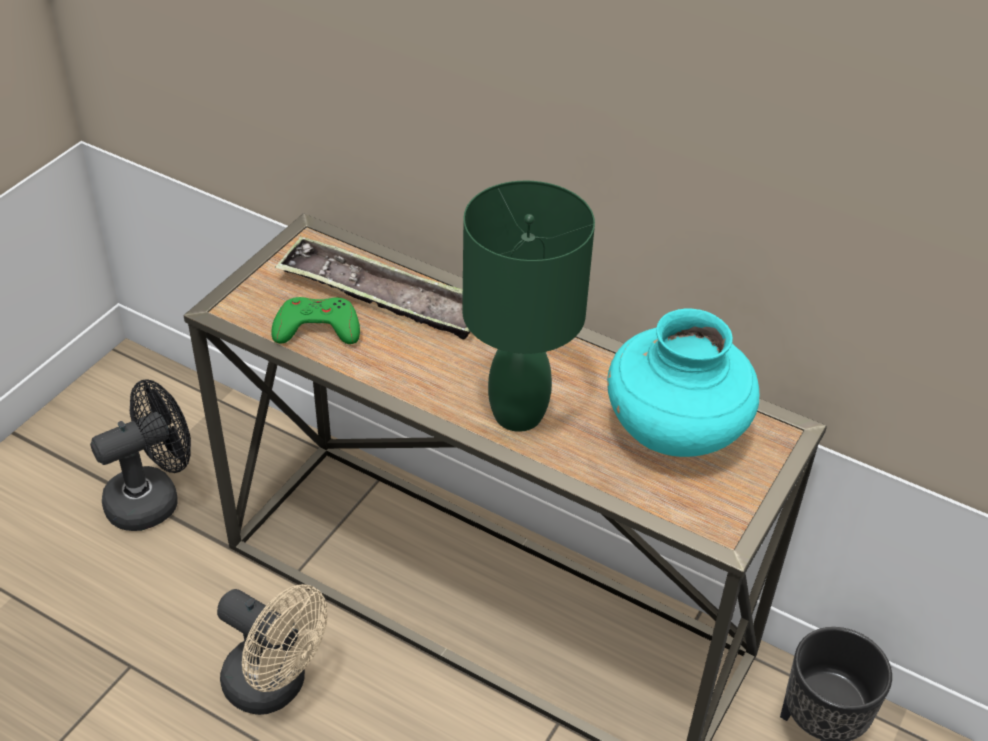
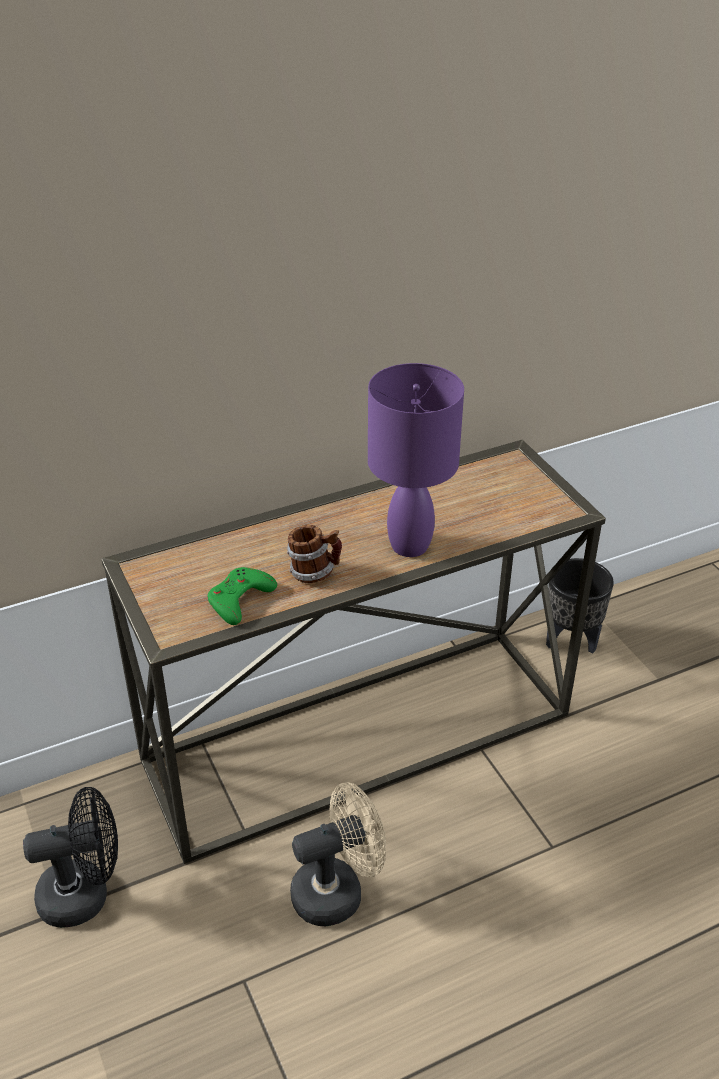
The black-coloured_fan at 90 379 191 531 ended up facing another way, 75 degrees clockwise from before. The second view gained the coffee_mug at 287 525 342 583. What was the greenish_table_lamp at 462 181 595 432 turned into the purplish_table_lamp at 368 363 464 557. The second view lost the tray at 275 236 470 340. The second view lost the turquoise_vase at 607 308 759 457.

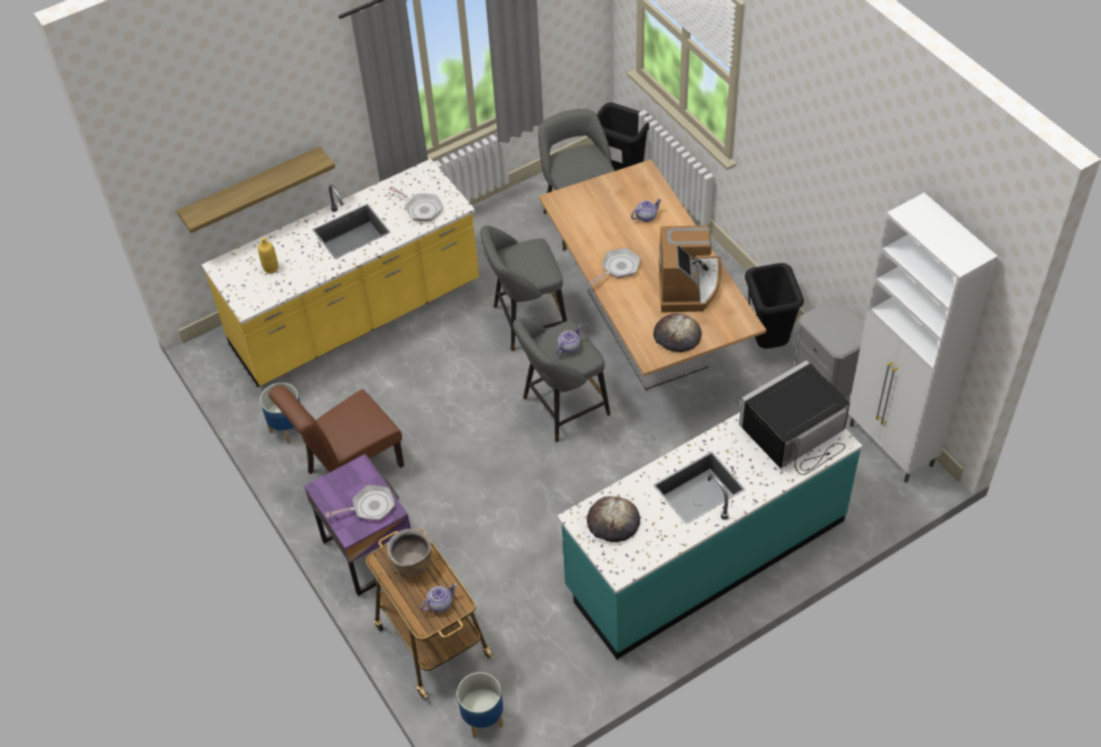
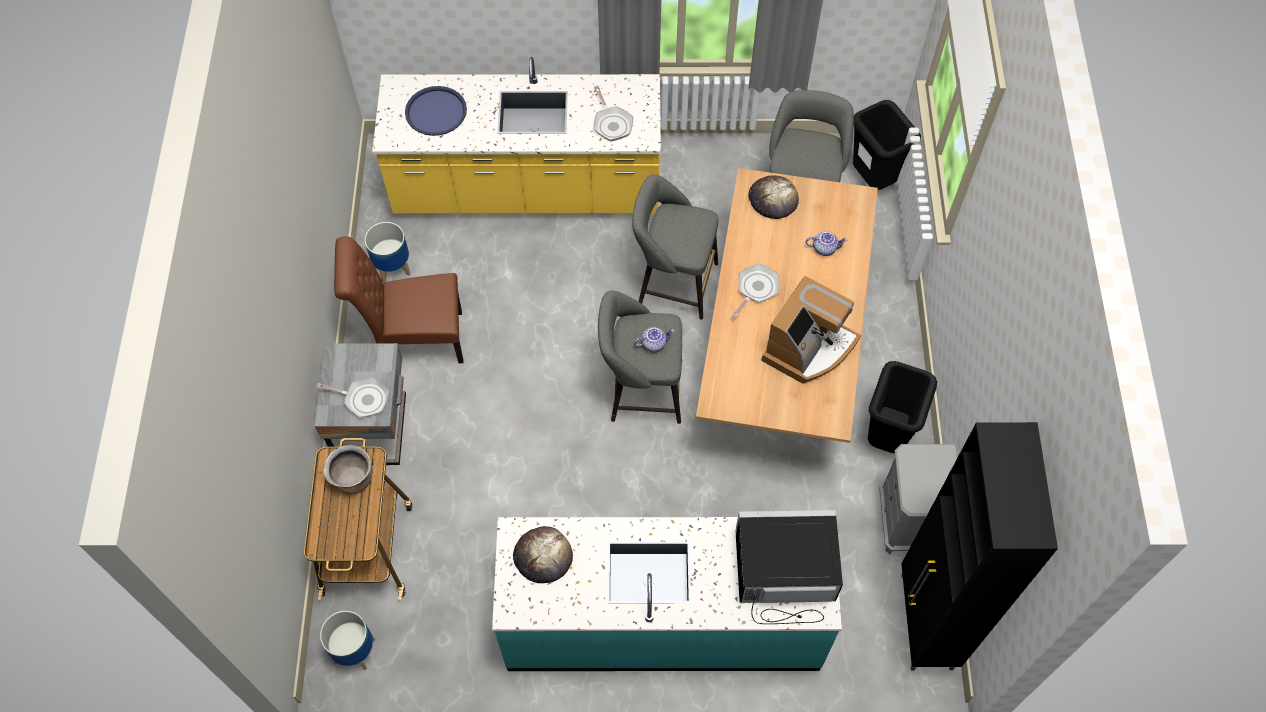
What was the purplish_night_table at 304 454 411 596 turned into the greyish_night_table at 315 343 406 465. Where the yellow_drink_bottle stood at 258 237 278 274, the bluish_tray came to stand at 405 86 467 136. The pan at 589 248 640 286 ended up facing another way, 45 degrees counterclockwise from before. The bakery_bread ended up elsewhere, having gone from 653 313 702 352 to 748 175 799 219. What was the white_cabinet at 848 193 998 483 turned into the black-coloured_cabinet at 901 422 1058 670. The second view lost the shelf at 177 146 335 233. The second view lost the pot_for_tea at 420 583 457 612.

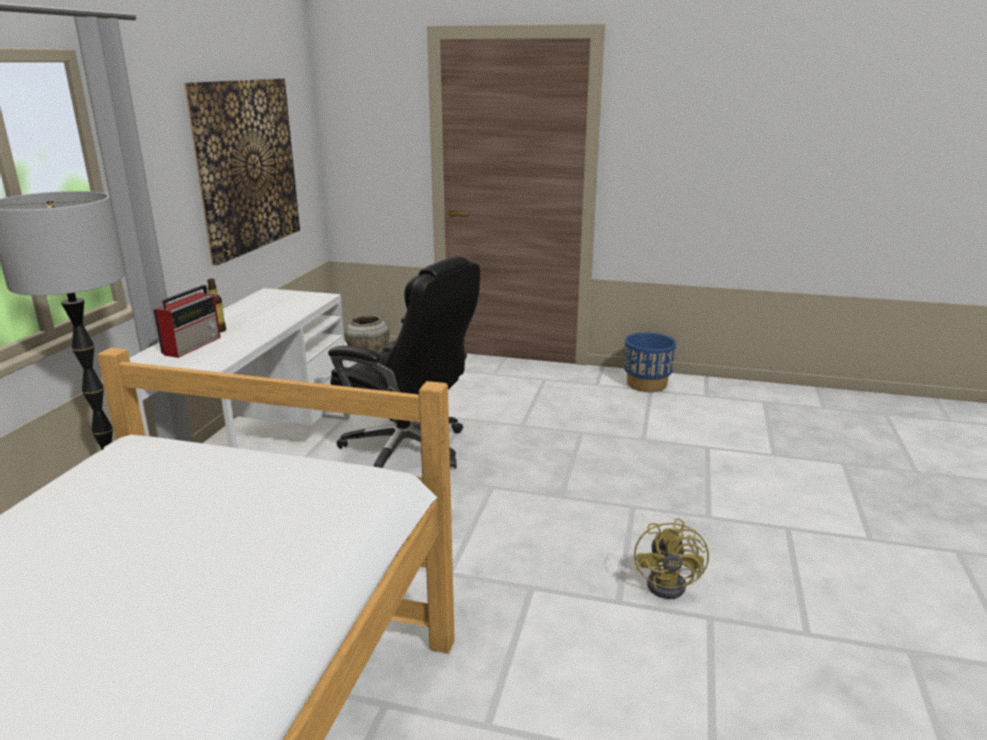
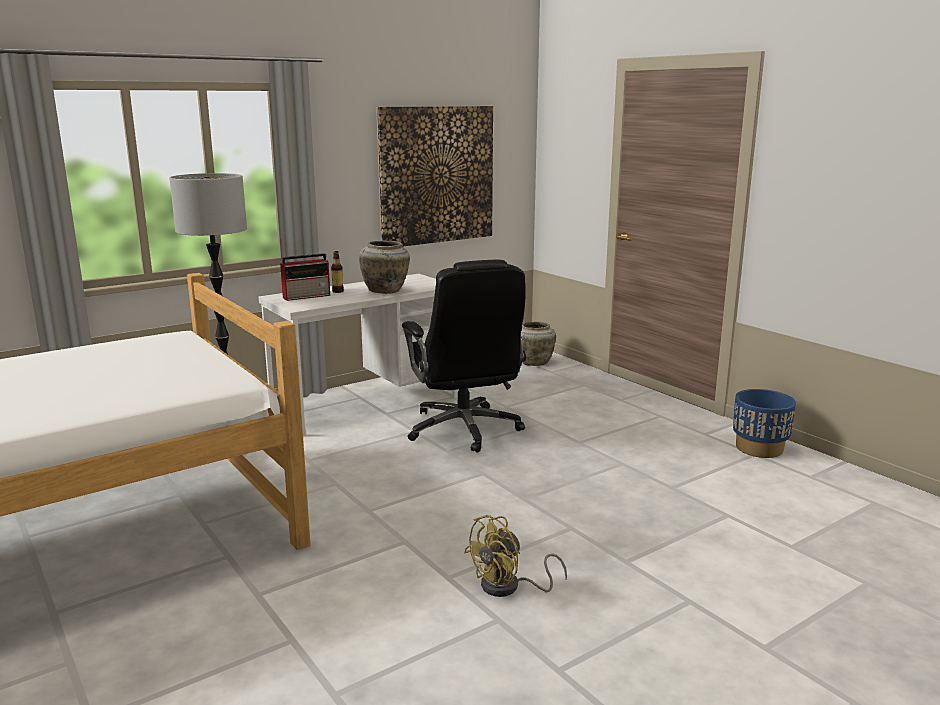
The second view gained the sand-coloured_vase at 359 241 410 294.

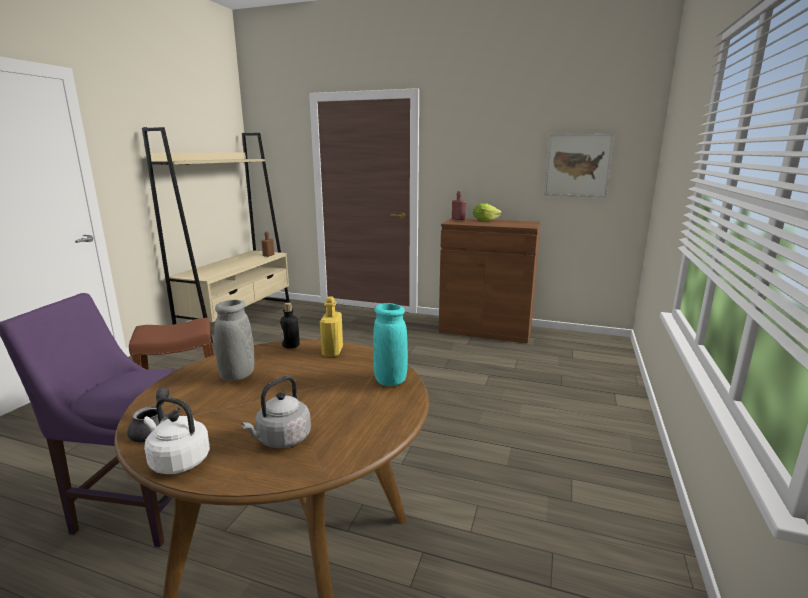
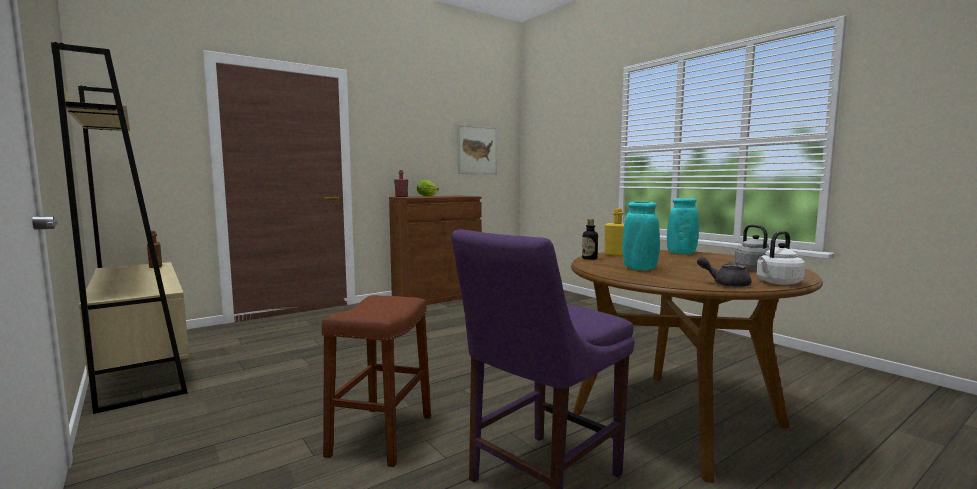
What was the greyish_vase at 214 300 254 381 turned into the turquoise_vase at 622 202 660 270.

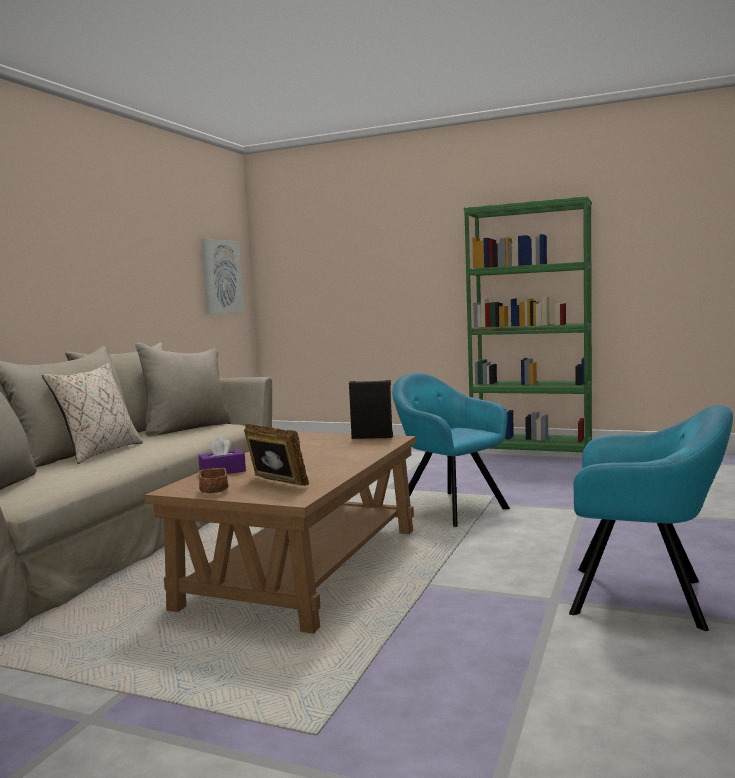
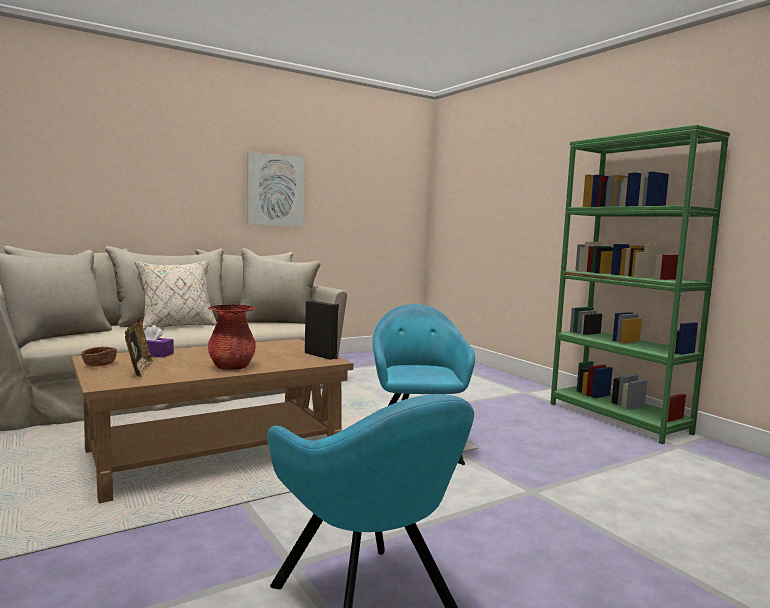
The second view gained the red-coloured_vase at 208 305 256 370. The picture ended up elsewhere, having gone from 201 238 244 314 to 247 152 304 226.

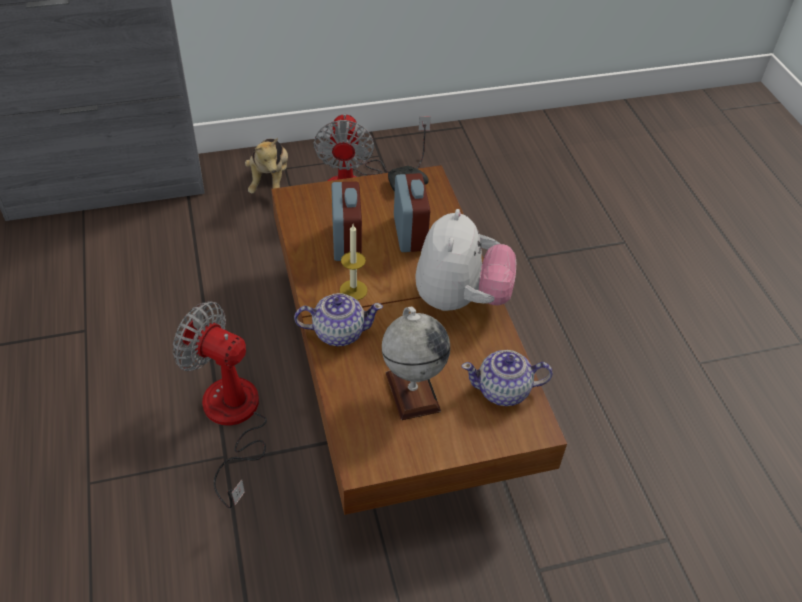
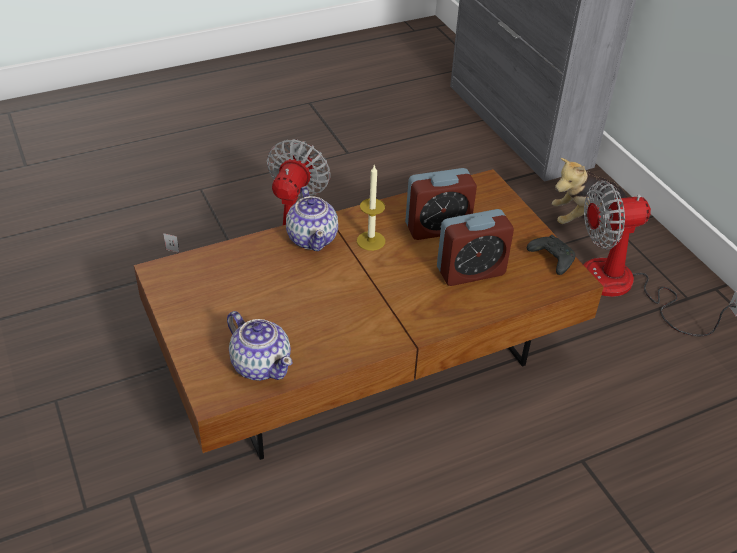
The pot_for_tea at 462 350 553 406 ended up facing another way, 150 degrees clockwise from before. The second view lost the globe at 382 307 450 420. The second view lost the plush_toy at 415 209 516 311.

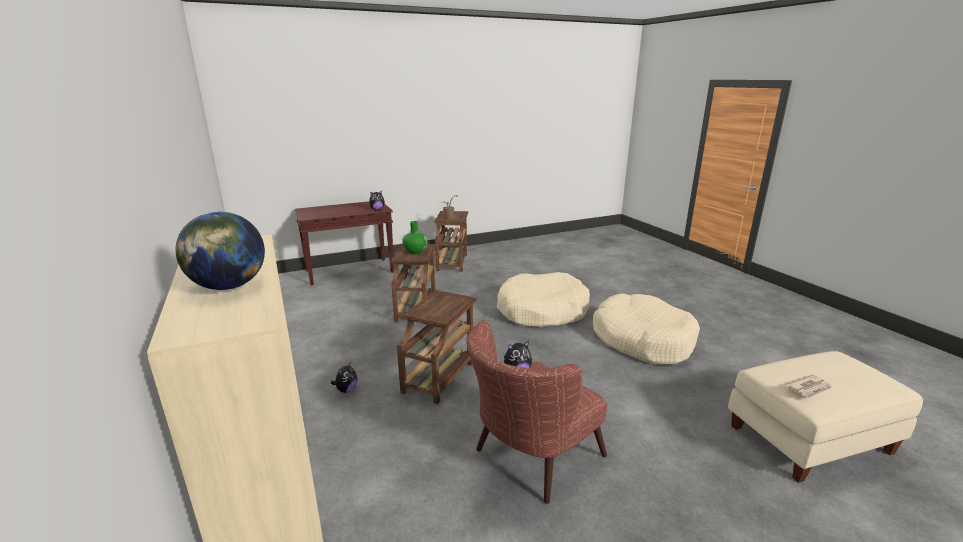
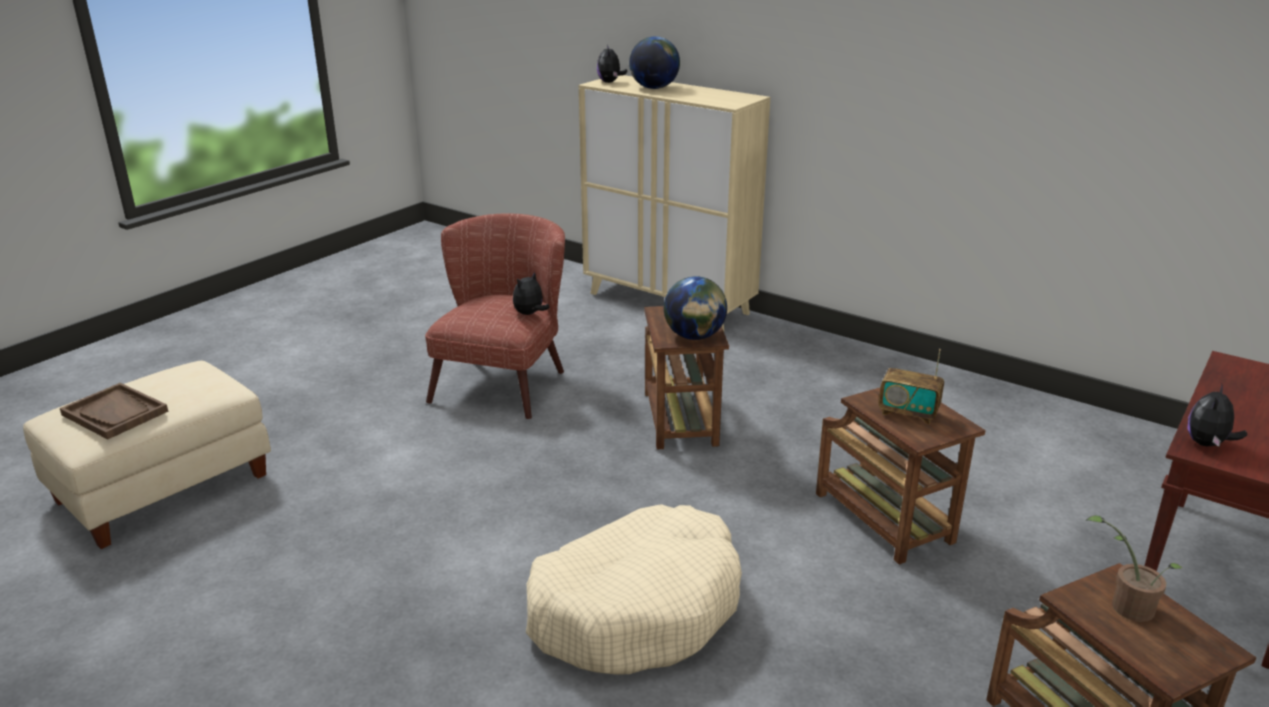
The second view gained the brown_tray at 60 383 168 439. The plush_toy ended up elsewhere, having gone from 331 362 357 393 to 597 45 627 83. The second view gained the globe at 664 276 727 340. Where the greenish_vase stood at 402 221 428 254, the radio_set came to stand at 879 349 944 424. The second view lost the sand-coloured_dog_bed at 593 293 700 365. The second view lost the printed_paper at 785 375 832 398.

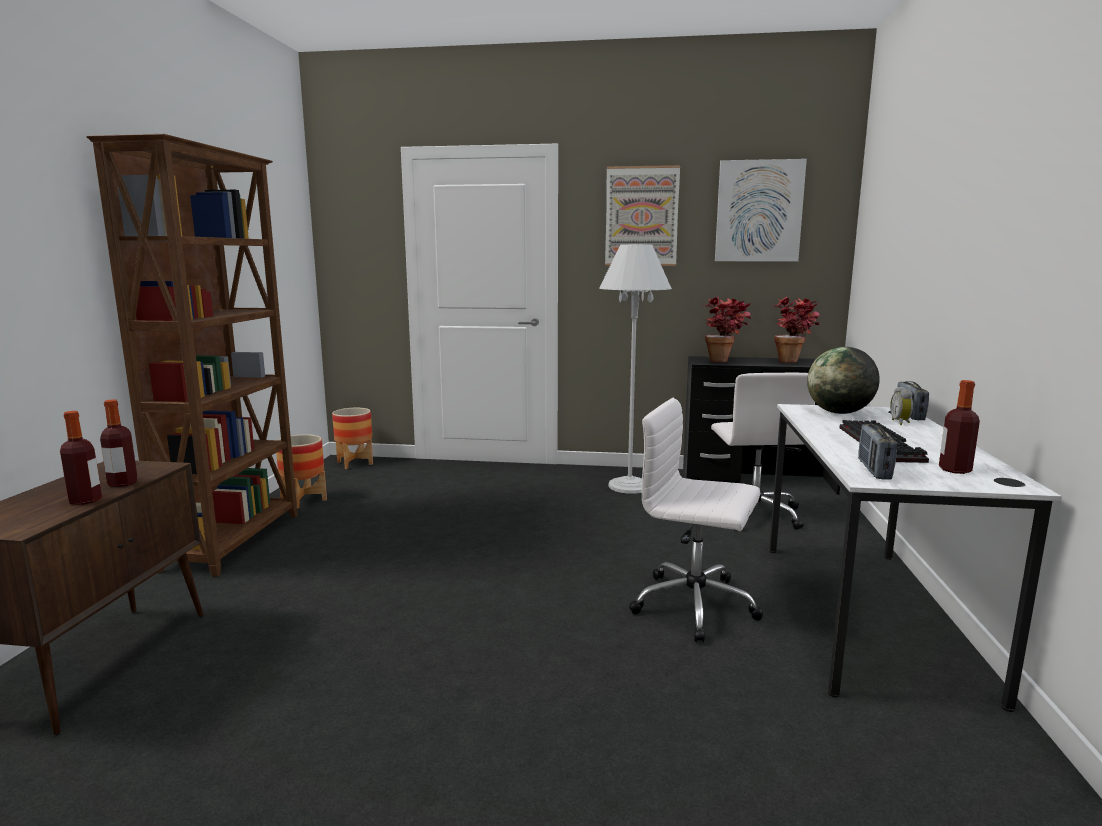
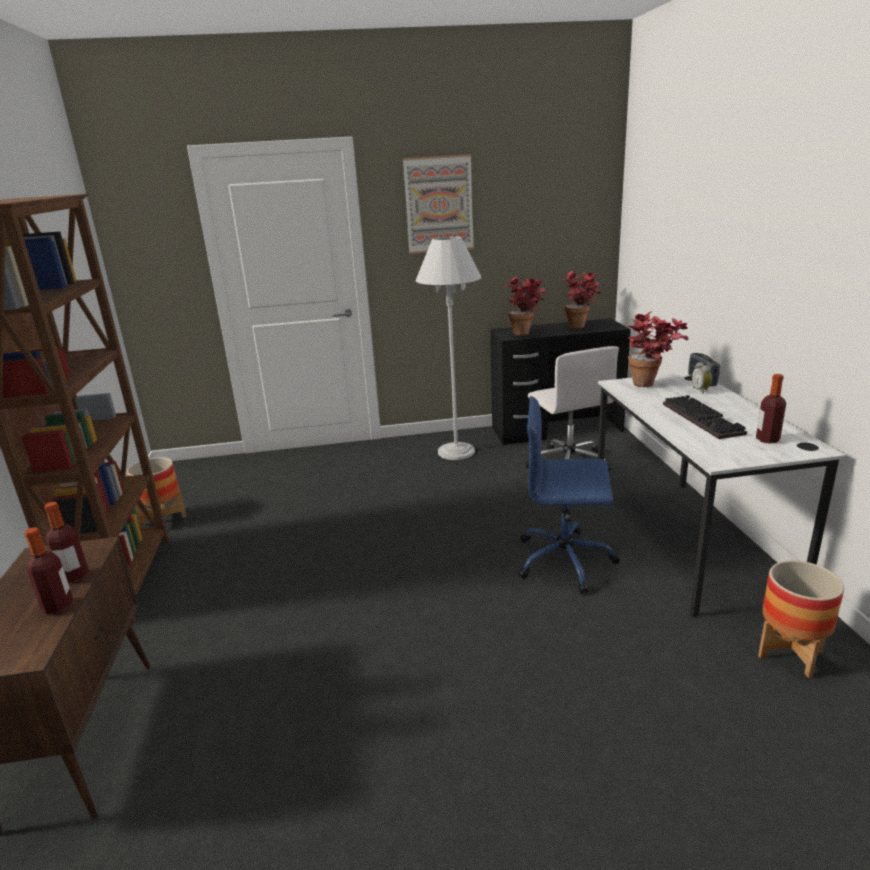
What was the white_computer_chair at 629 398 764 642 turned into the bluish_computer_chair at 518 396 620 594. Where the globe stood at 807 347 880 414, the potted_plant came to stand at 628 311 689 387. The plant_pot ended up elsewhere, having gone from 332 408 373 469 to 758 560 844 678. The second view lost the picture at 715 159 807 261. The second view lost the radio_set at 858 424 897 480.

